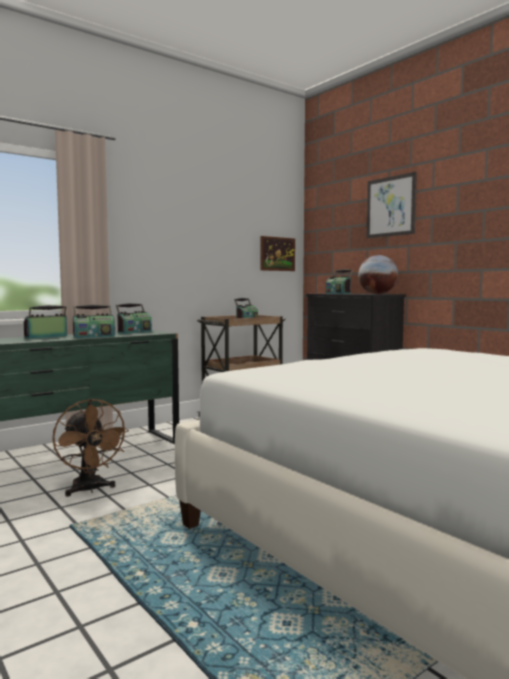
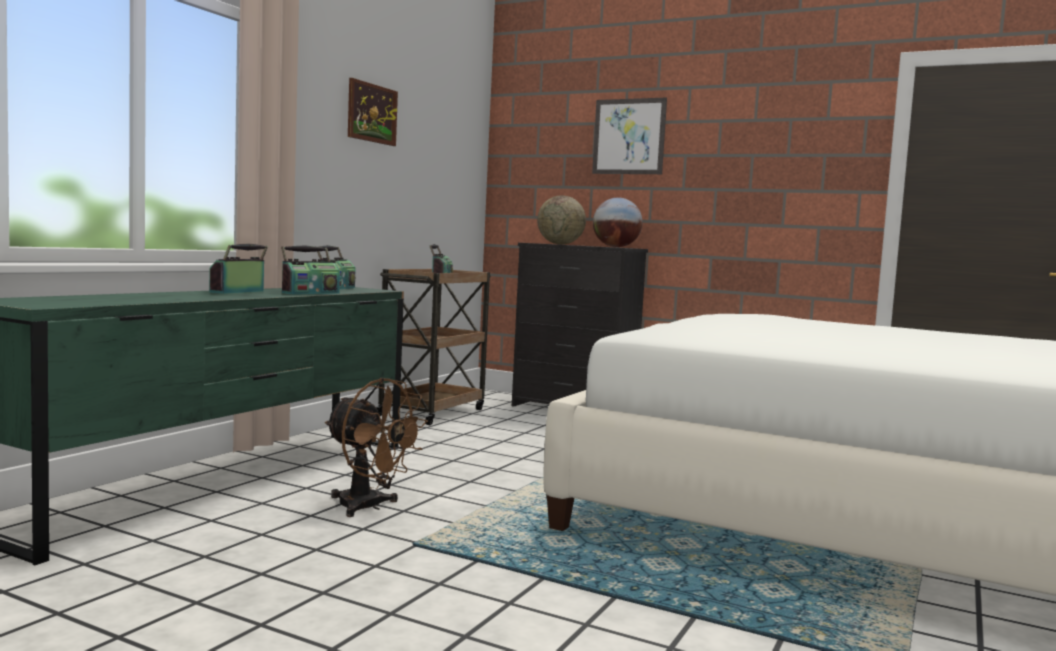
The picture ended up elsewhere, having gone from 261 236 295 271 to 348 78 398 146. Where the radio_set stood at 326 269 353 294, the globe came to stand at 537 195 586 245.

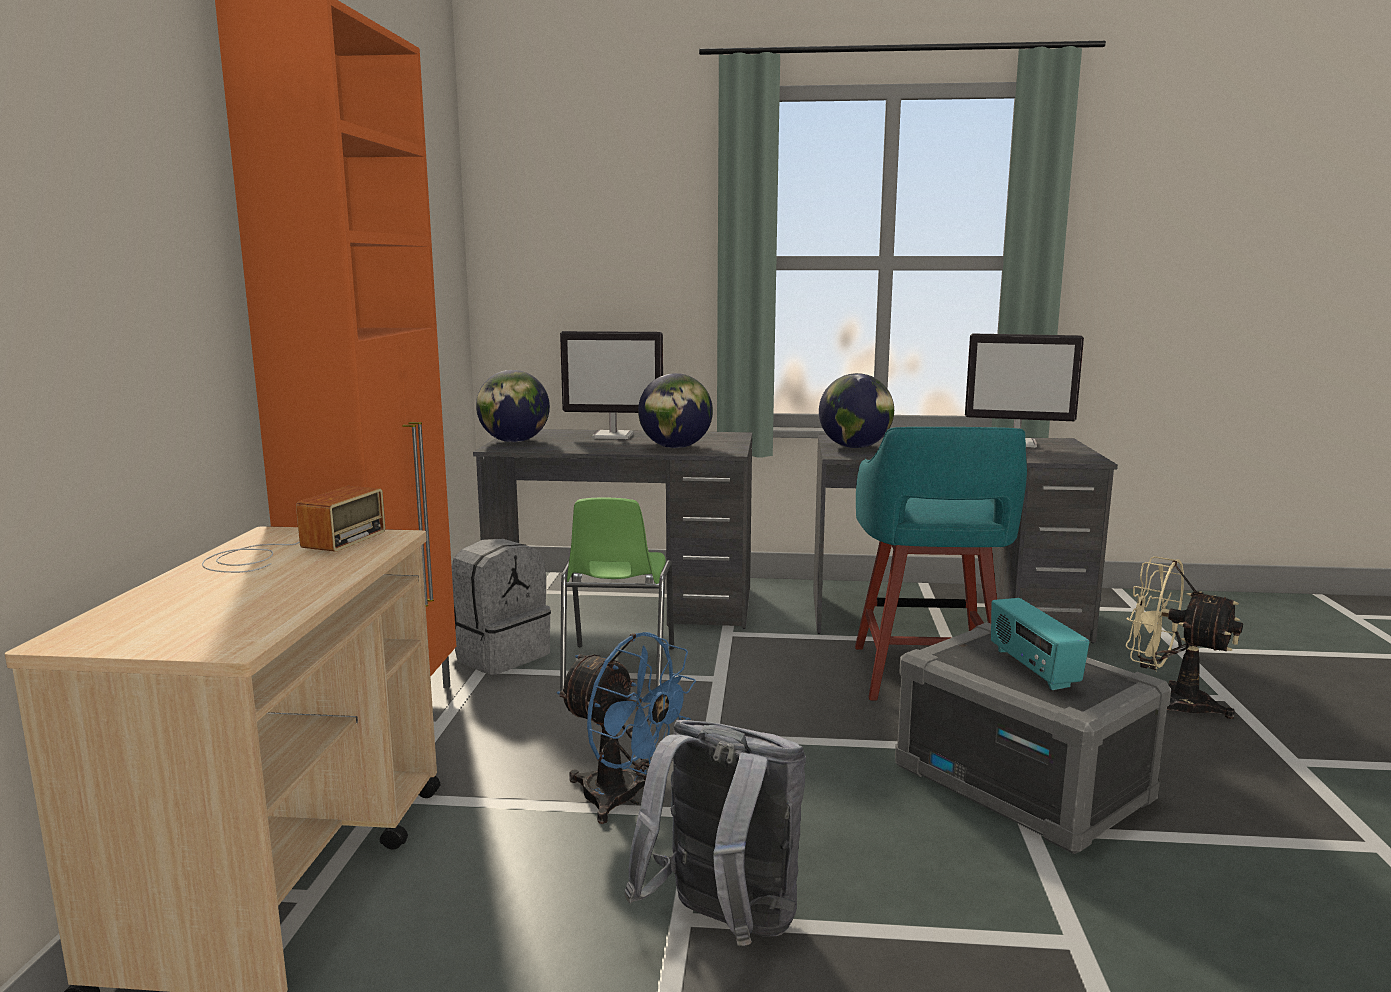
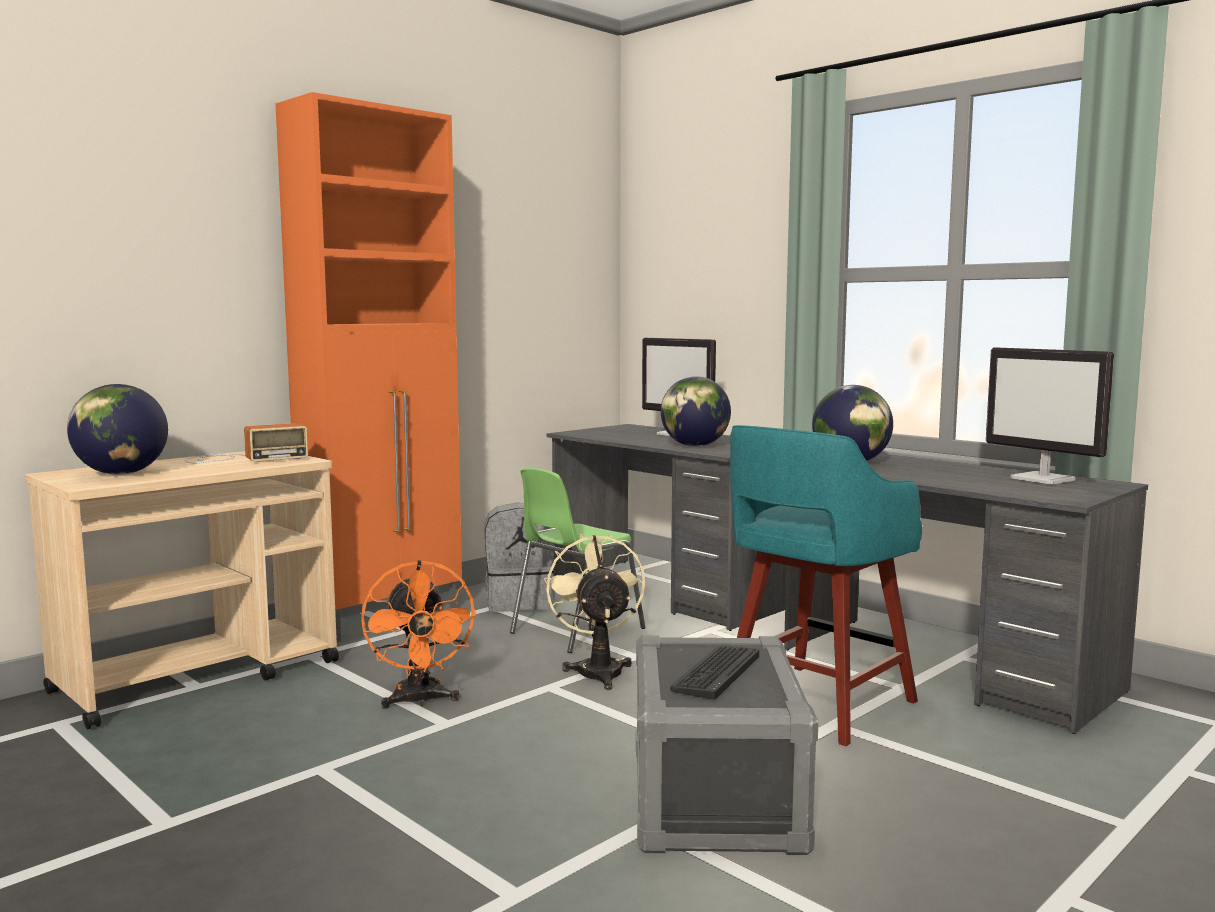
The globe ended up elsewhere, having gone from 476 370 550 442 to 67 384 168 475. What was the bluish_fan at 557 632 696 824 turned into the orangey_fan at 361 560 477 709. The sand-coloured_fan ended up elsewhere, having gone from 1126 556 1243 719 to 544 534 645 690. Where the radio_set stood at 991 598 1089 690, the computer_keyboard came to stand at 670 646 759 700. The second view lost the greyish_rucksack at 624 720 806 946.

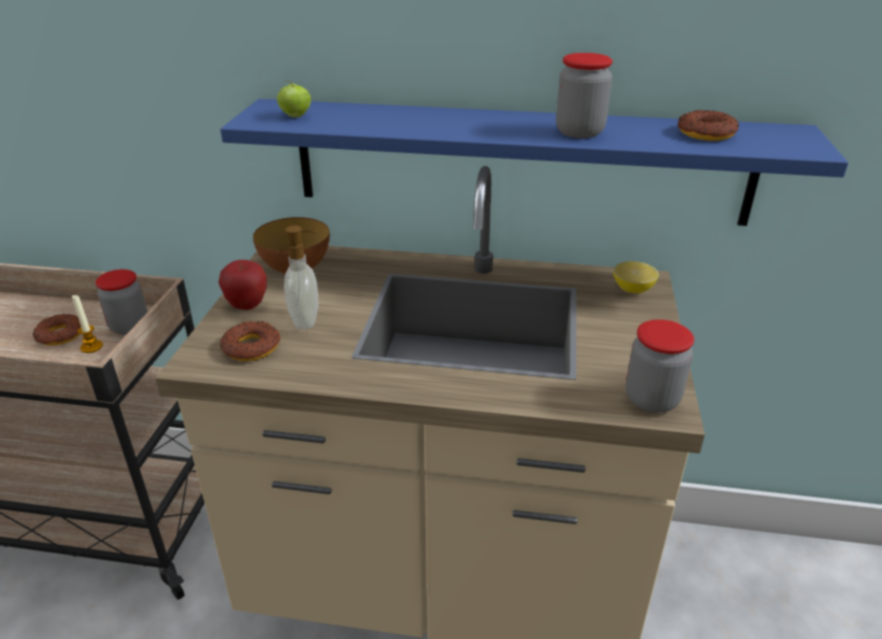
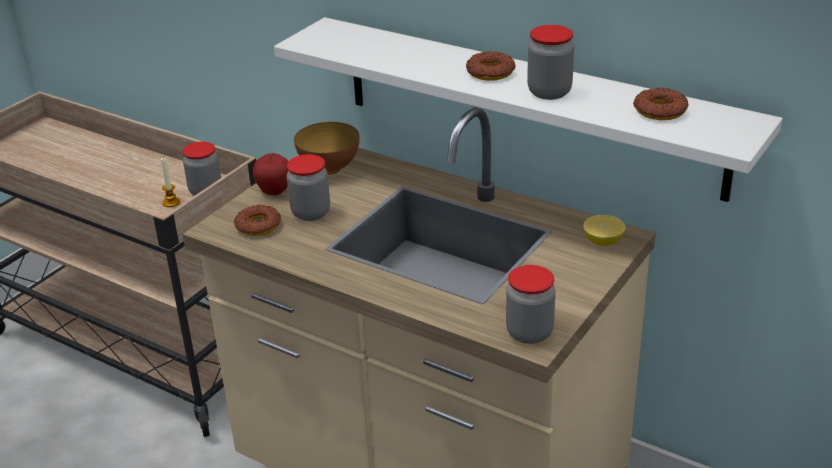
What was the bluish_shelf at 220 99 848 226 turned into the white_shelf at 274 17 783 202. Where the soap_dispenser stood at 284 226 318 329, the storage_jar came to stand at 287 154 330 221. The doughnut ended up elsewhere, having gone from 33 314 81 345 to 466 51 516 81. The second view lost the apple at 277 80 311 118.

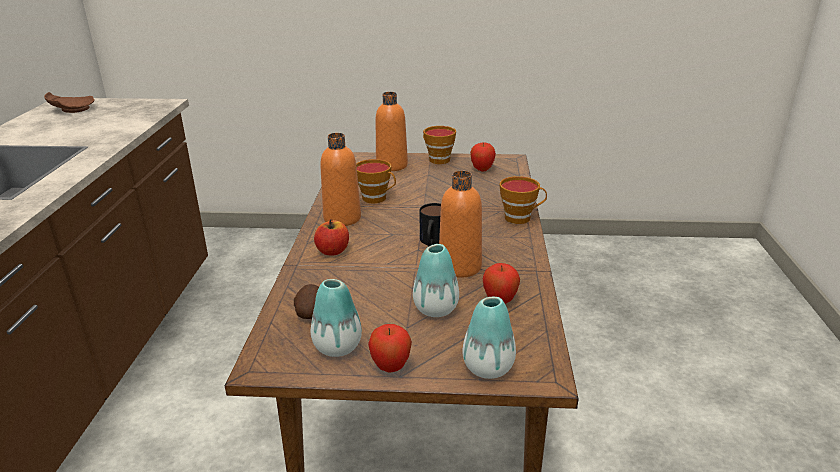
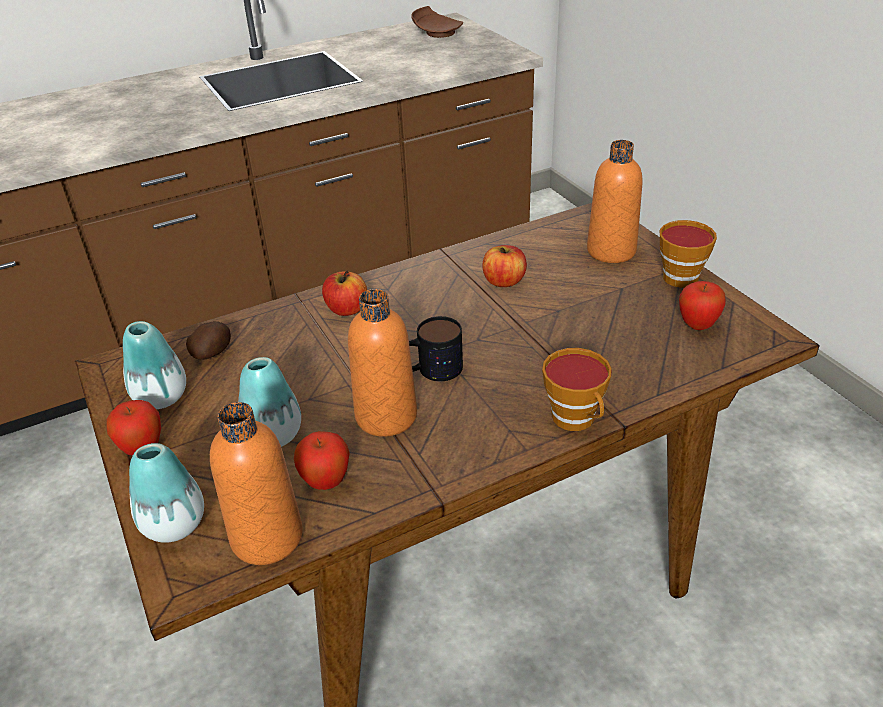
The orangey_drink_bottle ended up elsewhere, having gone from 320 133 361 226 to 210 402 303 565. Where the cup stood at 356 159 396 203, the apple came to stand at 482 245 527 287.

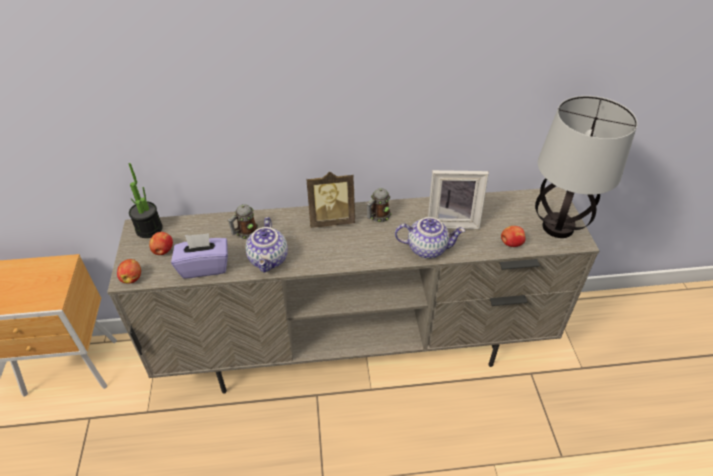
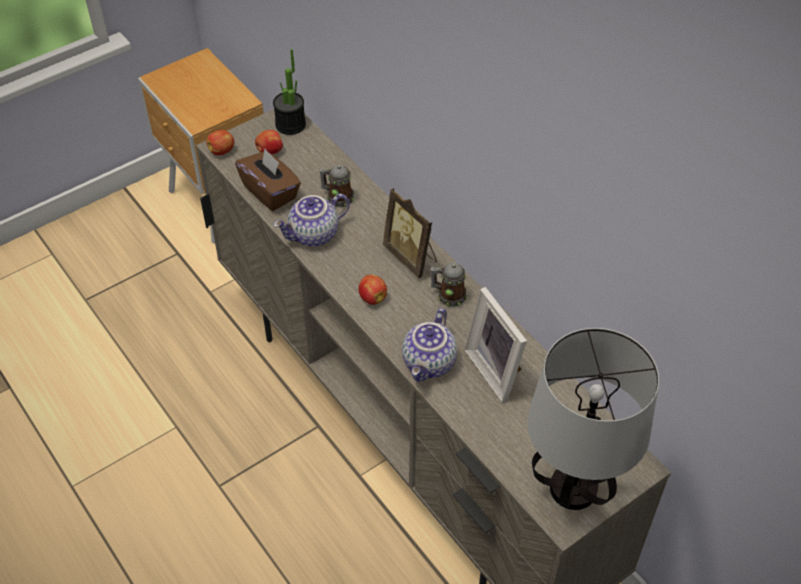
What was the purplish_box_of_tissues at 171 233 228 279 turned into the brown_box_of_tissues at 235 149 301 211. The apple ended up elsewhere, having gone from 501 226 525 247 to 358 275 387 305. The pot_for_tea at 395 217 465 259 ended up facing another way, 45 degrees clockwise from before.

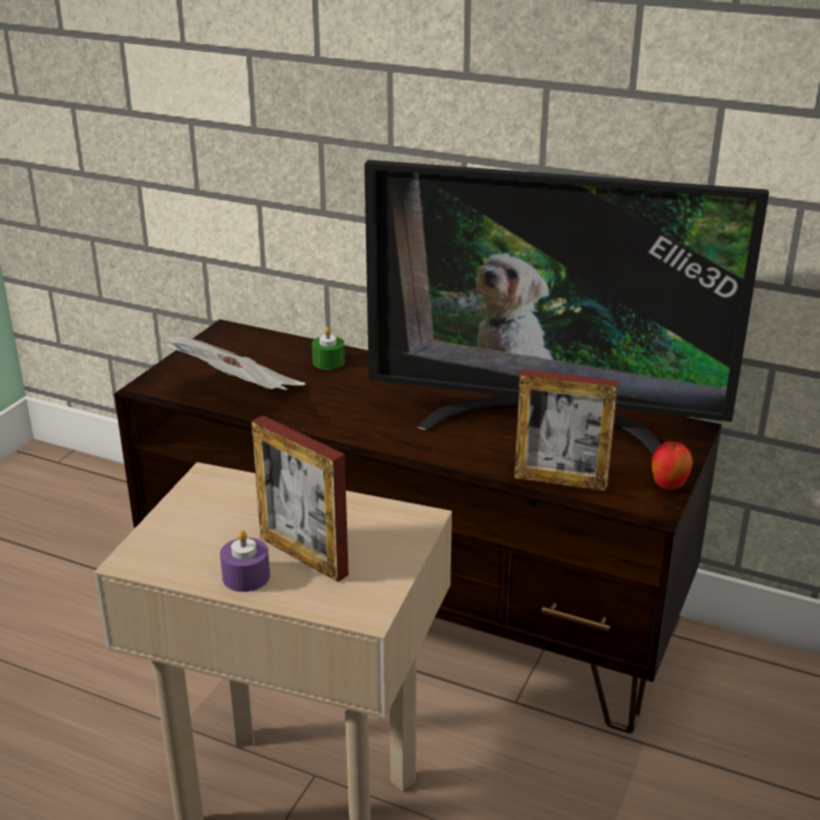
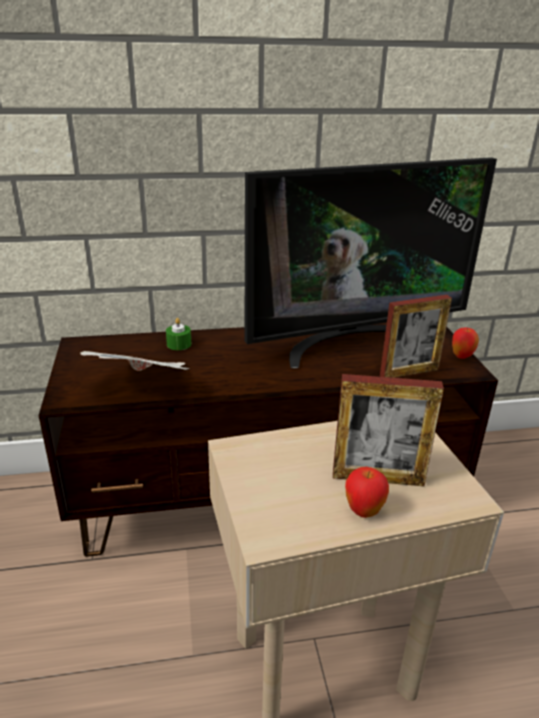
Where the purplish_wax_light stood at 220 530 270 592, the apple came to stand at 345 467 389 518.

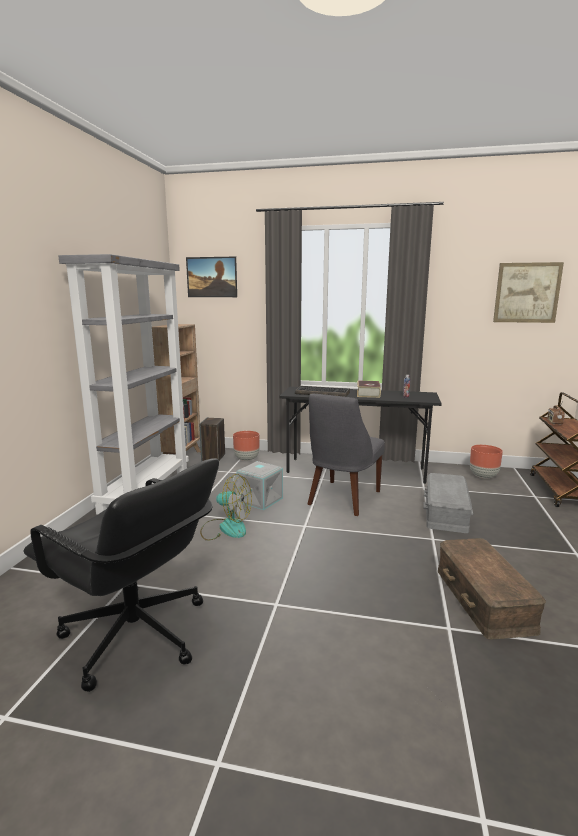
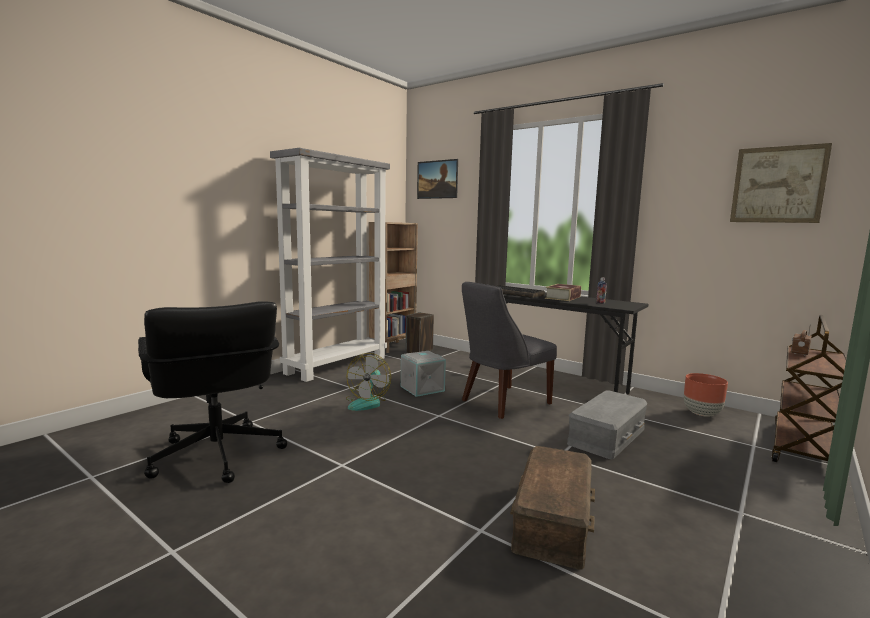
The fan at 200 474 252 541 ended up facing another way, 60 degrees clockwise from before. The second view lost the brown_plant_pot at 233 431 260 461.

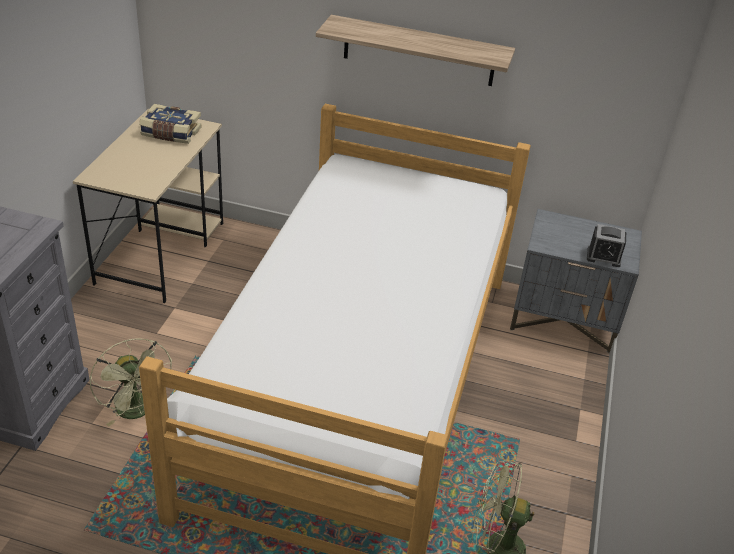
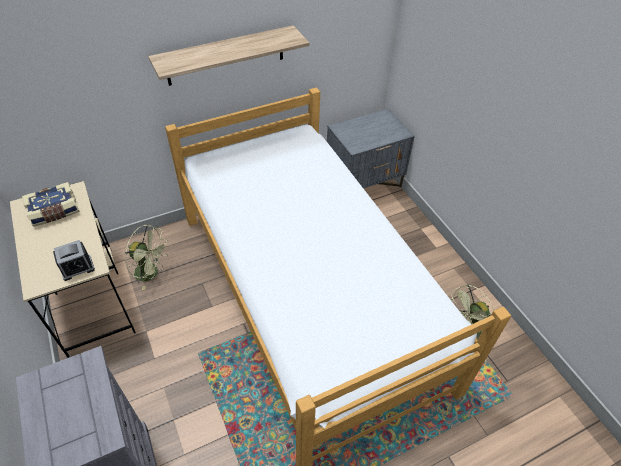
The table_clock ended up elsewhere, having gone from 587 224 626 267 to 53 240 95 281. The greenish_fan ended up elsewhere, having gone from 89 338 172 426 to 125 224 168 290.

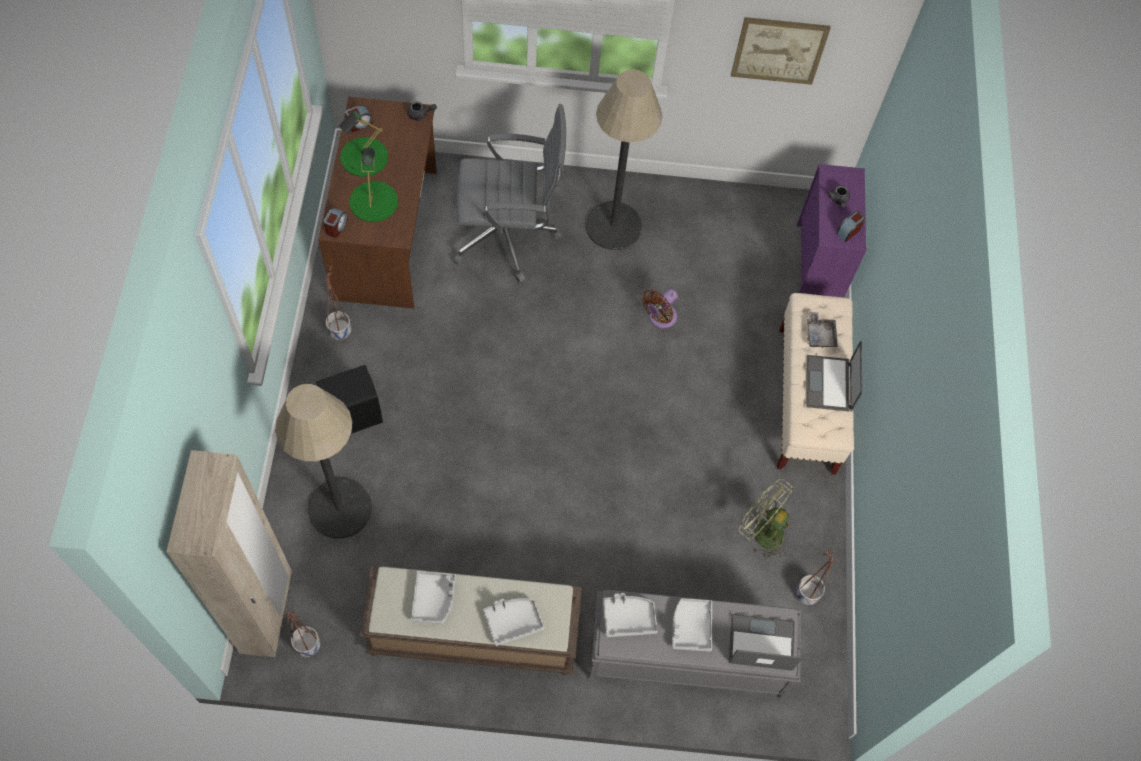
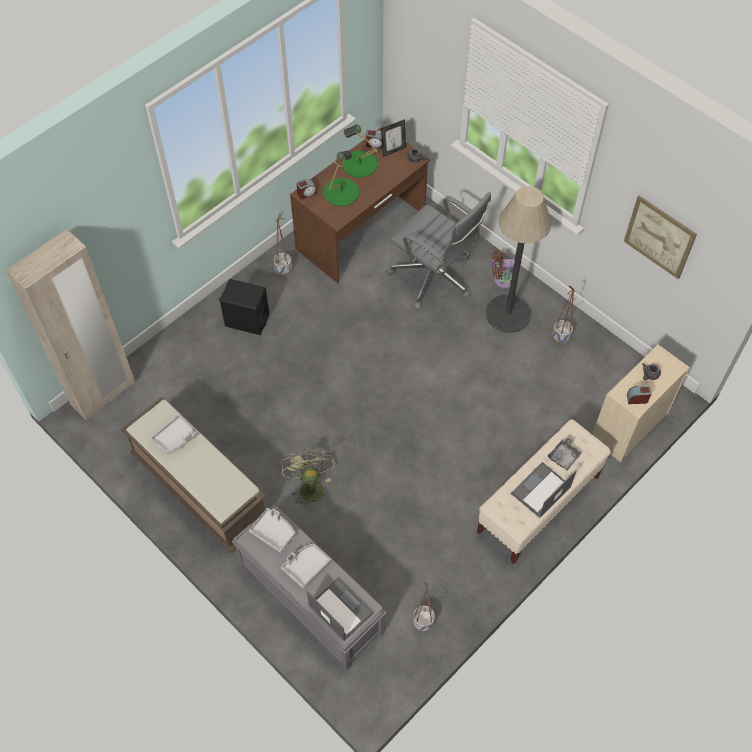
The greenish_fan ended up elsewhere, having gone from 739 479 793 559 to 281 449 336 510. The second view gained the picture_frame at 381 119 406 157. The brown_fan ended up elsewhere, having gone from 642 289 678 329 to 492 250 515 289. The plant_pot ended up elsewhere, having gone from 283 612 320 657 to 553 286 575 343. What was the purplish_chest_of_drawers at 797 164 867 298 turned into the sand-coloured_chest_of_drawers at 592 344 690 462. The second view lost the floor_lamp at 275 384 372 538. The second view lost the greyish_tray at 483 598 544 646.

